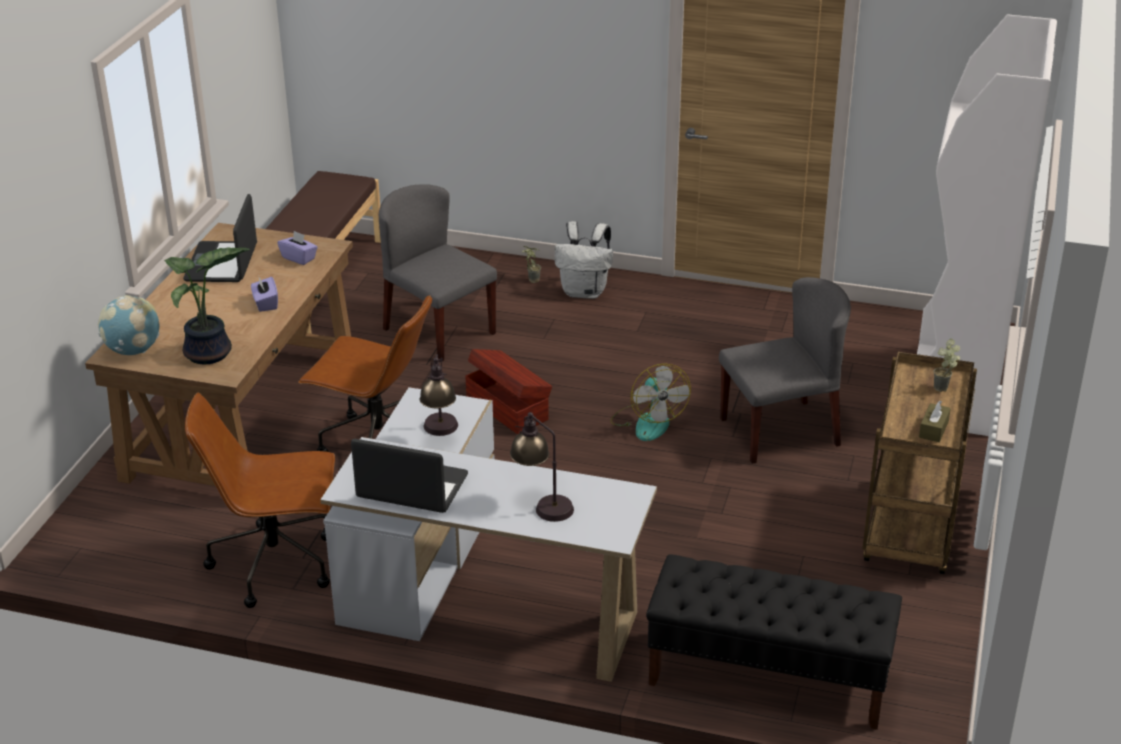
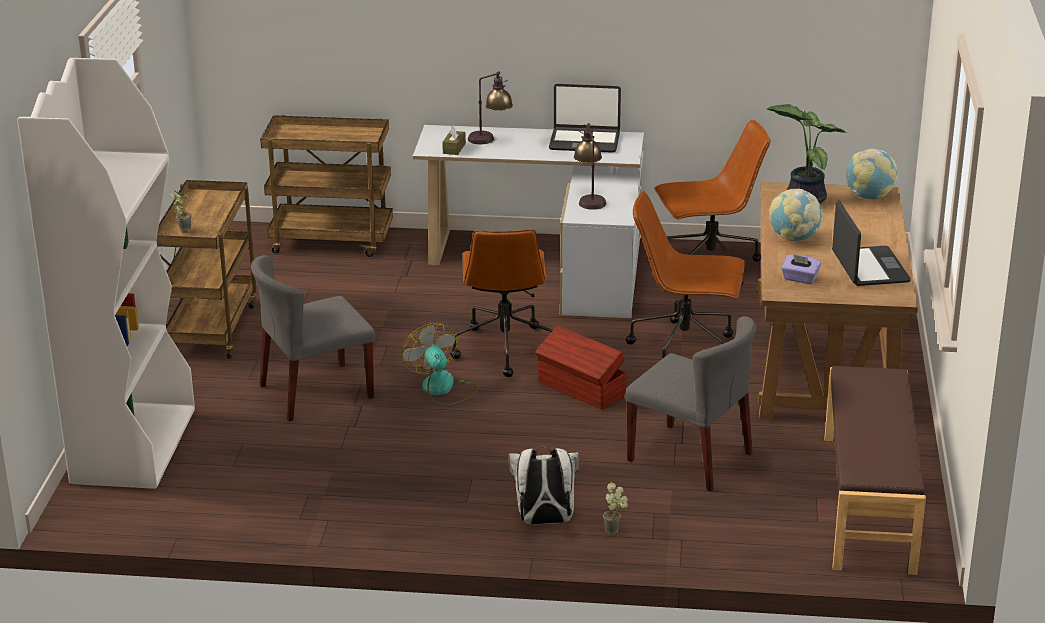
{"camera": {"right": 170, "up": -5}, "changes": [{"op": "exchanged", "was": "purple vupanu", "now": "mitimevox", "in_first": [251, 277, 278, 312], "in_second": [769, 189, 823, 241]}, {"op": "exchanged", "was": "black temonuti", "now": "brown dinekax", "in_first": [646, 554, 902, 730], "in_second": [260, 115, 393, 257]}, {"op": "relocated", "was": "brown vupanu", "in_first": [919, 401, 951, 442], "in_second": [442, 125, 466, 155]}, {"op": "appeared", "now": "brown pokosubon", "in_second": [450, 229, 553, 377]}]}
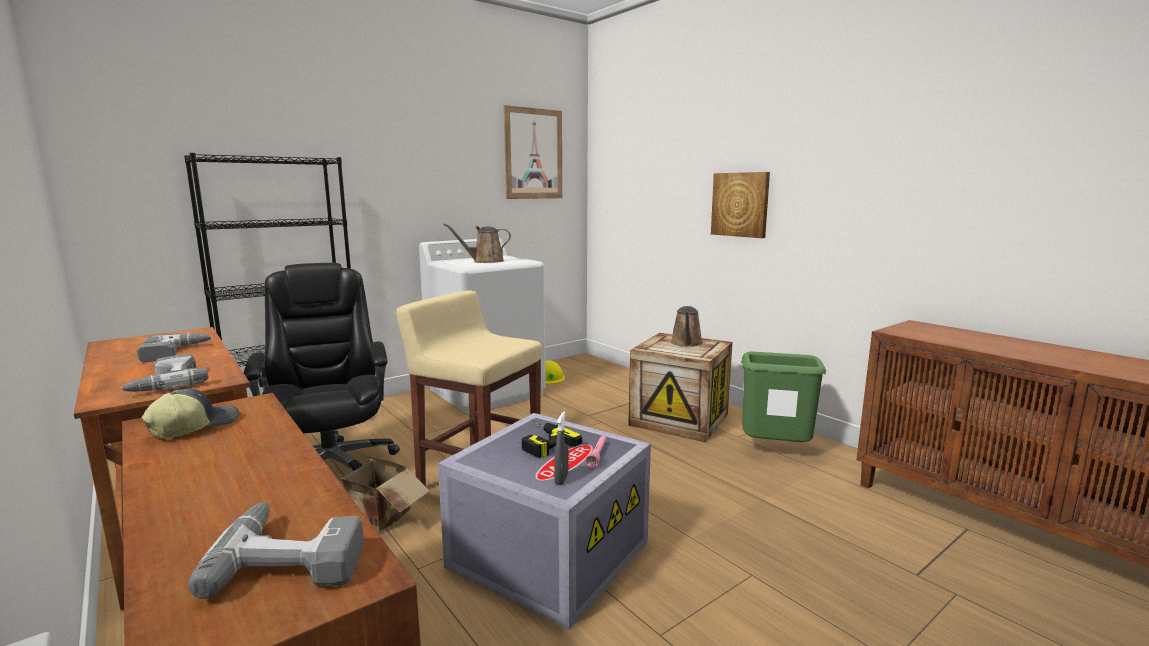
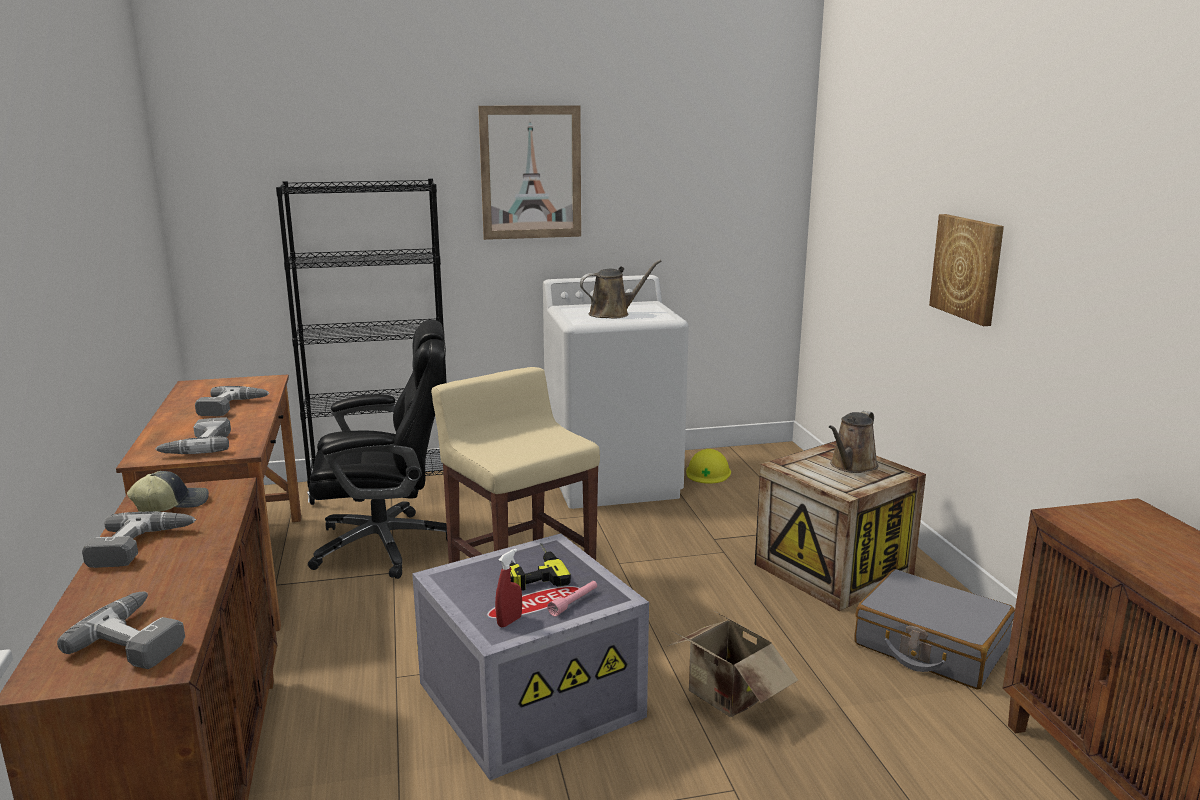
{"camera": {"right": 25, "up": 5}, "changes": [{"op": "spun", "was": "black pokosubon", "in_first": [244, 263, 400, 471], "in_second": [308, 320, 448, 579], "clockwise": 75}, {"op": "relocated", "was": "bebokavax", "in_first": [336, 453, 430, 532], "in_second": [668, 612, 798, 717]}, {"op": "spun", "was": "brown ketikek", "in_first": [443, 223, 511, 263], "in_second": [580, 260, 661, 318], "clockwise": 150}, {"op": "relocated", "was": "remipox", "in_first": [503, 105, 562, 199], "in_second": [478, 105, 581, 240]}, {"op": "colour", "was": "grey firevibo", "now": "red firevibo", "in_first": [554, 412, 569, 485], "in_second": [495, 549, 522, 627]}, {"op": "exchanged", "was": "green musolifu", "now": "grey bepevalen", "in_first": [741, 352, 826, 442], "in_second": [854, 569, 1015, 690]}, {"op": "appeared", "now": "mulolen", "in_second": [82, 511, 196, 568]}]}
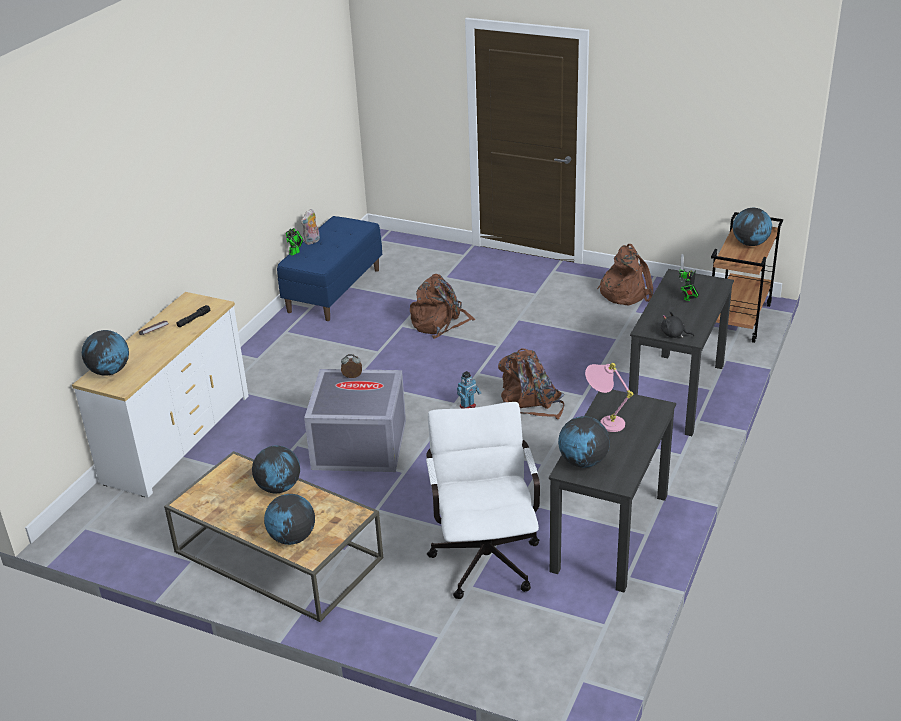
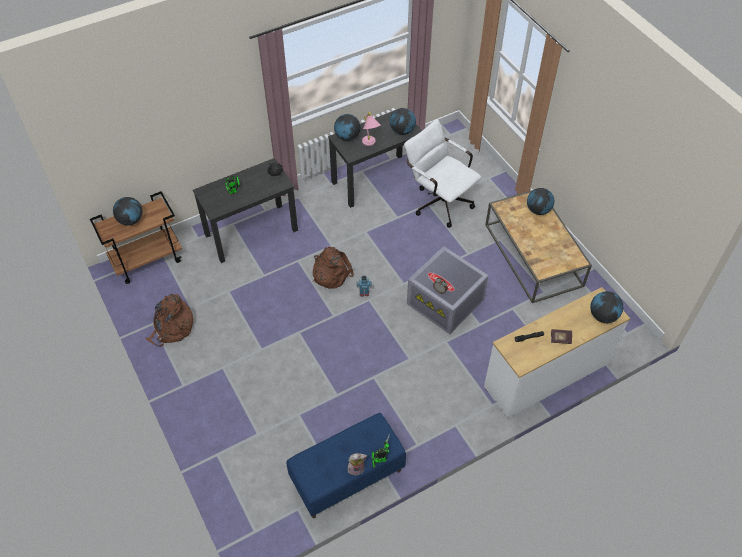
{"camera": {"right": -145, "up": 20}, "changes": [{"op": "relocated", "was": "mitimevox", "in_first": [252, 446, 300, 493], "in_second": [334, 114, 361, 141]}, {"op": "missing", "was": "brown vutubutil", "in_first": [410, 274, 476, 339]}, {"op": "spun", "was": "white pokosubon", "in_first": [426, 402, 540, 599], "in_second": [404, 119, 481, 228], "clockwise": 105}]}
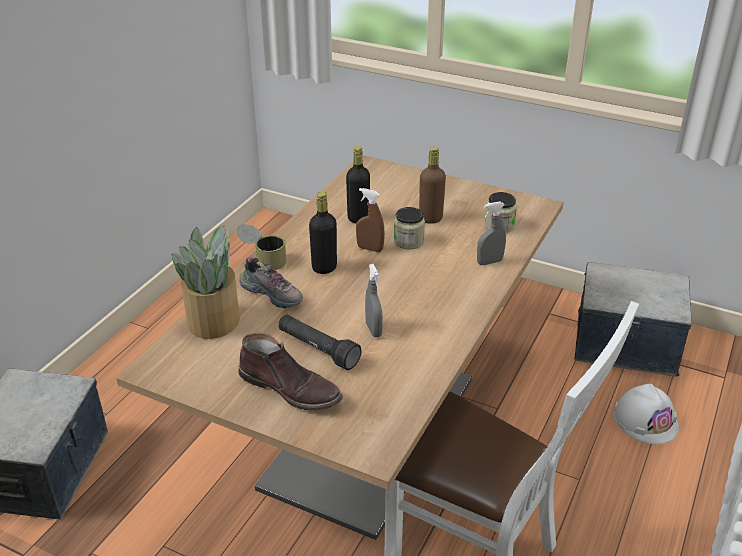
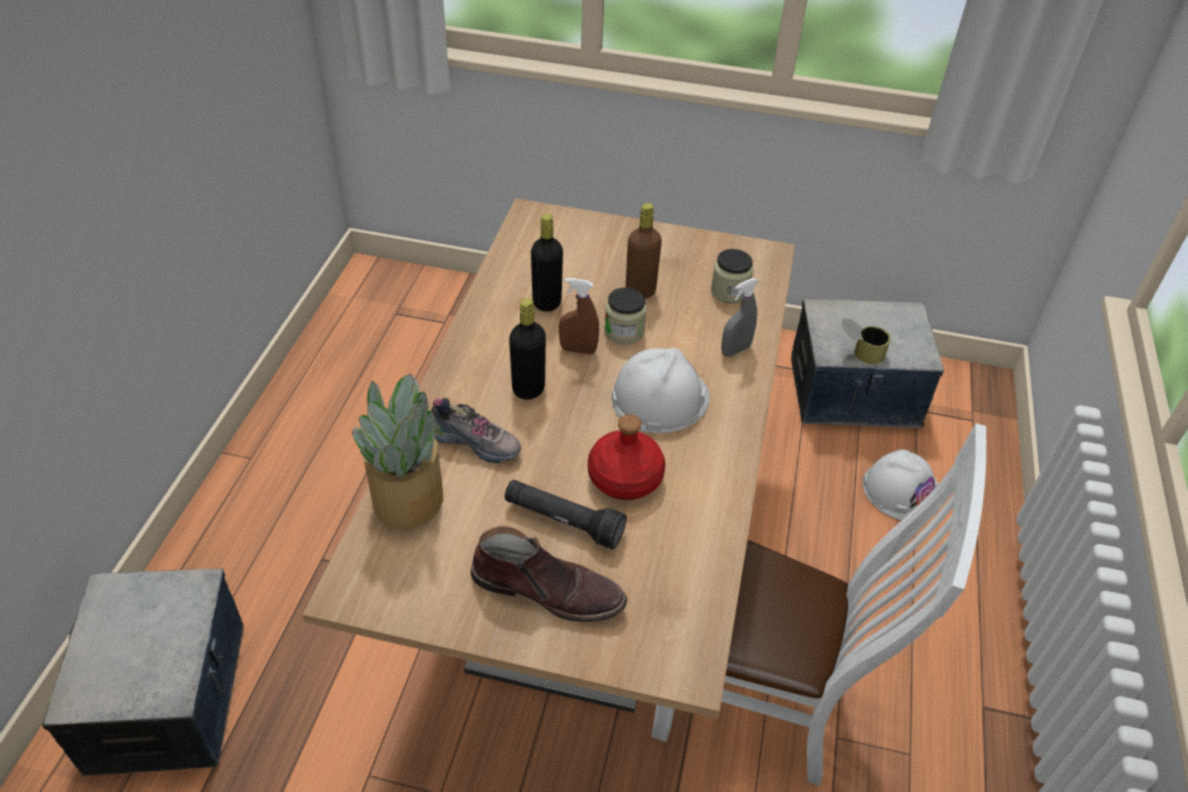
{"camera": {"right": -15, "up": 10}, "changes": [{"op": "relocated", "was": "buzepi", "in_first": [236, 224, 287, 270], "in_second": [842, 319, 891, 364]}, {"op": "exchanged", "was": "grey firevibo", "now": "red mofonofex", "in_first": [365, 264, 383, 337], "in_second": [588, 414, 666, 500]}, {"op": "appeared", "now": "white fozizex", "in_second": [612, 348, 710, 433]}]}
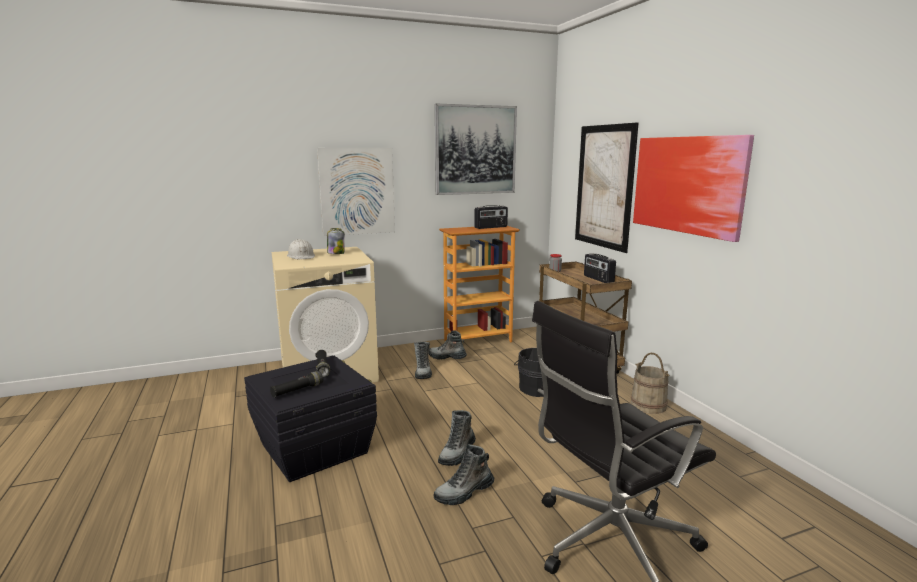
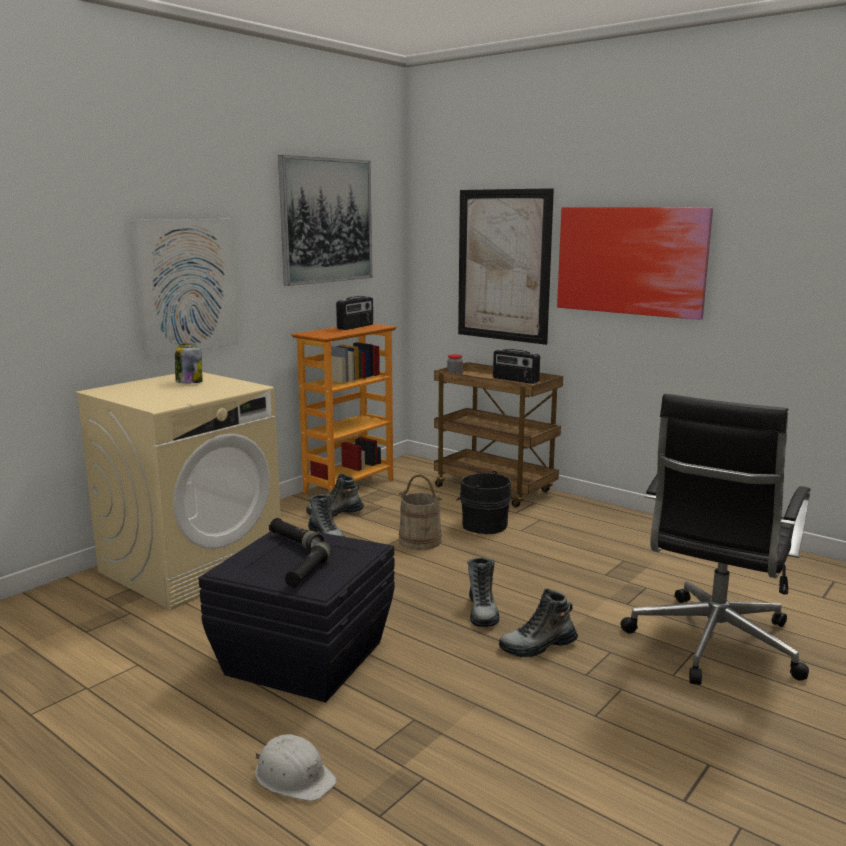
{"camera": {"right": -30, "up": 0}, "changes": [{"op": "relocated", "was": "white fozizex", "in_first": [287, 239, 315, 259], "in_second": [255, 734, 337, 801]}, {"op": "spun", "was": "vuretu", "in_first": [433, 444, 494, 505], "in_second": [499, 589, 578, 657], "clockwise": 45}, {"op": "relocated", "was": "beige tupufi", "in_first": [630, 353, 670, 414], "in_second": [399, 474, 442, 550]}]}
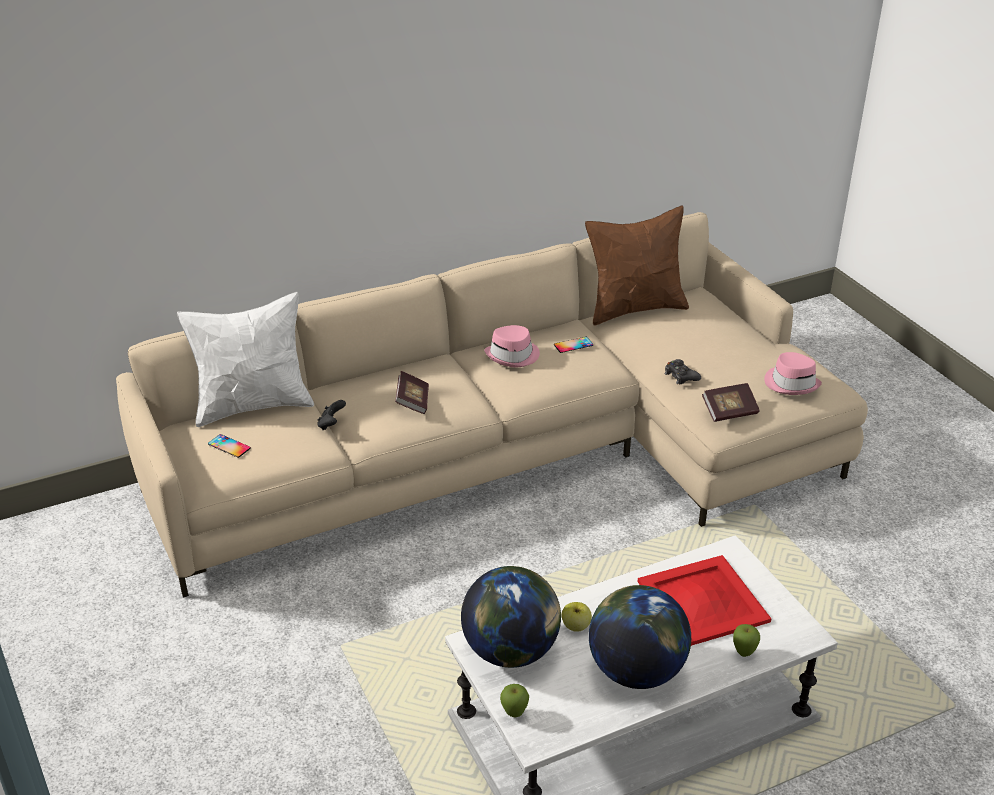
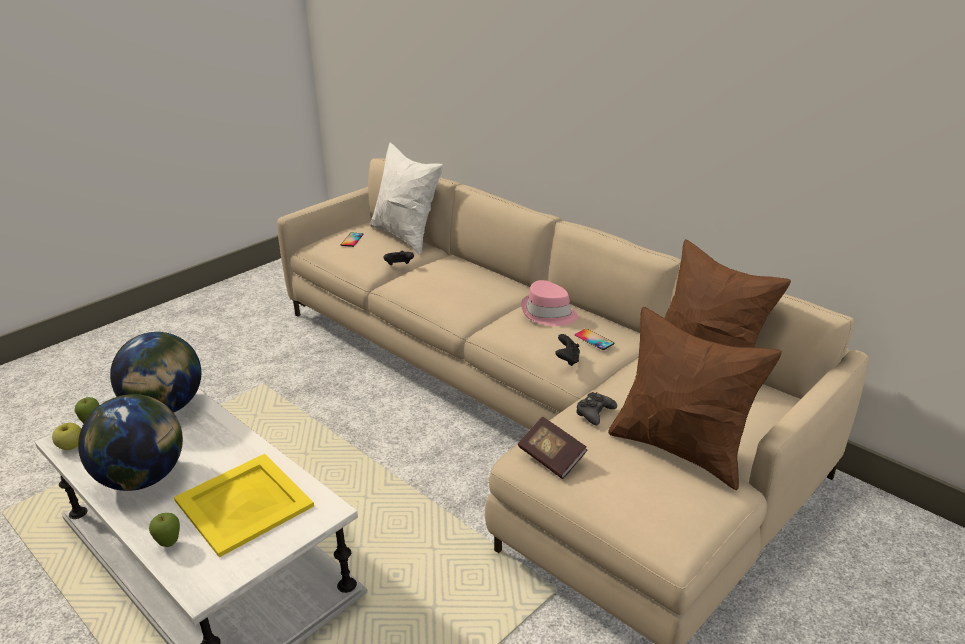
{"camera": {"right": 70, "up": -5}, "changes": [{"op": "missing", "was": "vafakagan", "in_first": [395, 371, 429, 414]}, {"op": "relocated", "was": "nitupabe", "in_first": [561, 602, 592, 632], "in_second": [52, 423, 81, 450]}, {"op": "colour", "was": "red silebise", "now": "yellow silebise", "in_first": [638, 555, 772, 646], "in_second": [174, 454, 314, 558]}, {"op": "missing", "was": "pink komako", "in_first": [764, 352, 822, 395]}, {"op": "appeared", "now": "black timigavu", "in_second": [555, 334, 580, 366]}, {"op": "appeared", "now": "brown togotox", "in_second": [608, 307, 782, 490]}]}
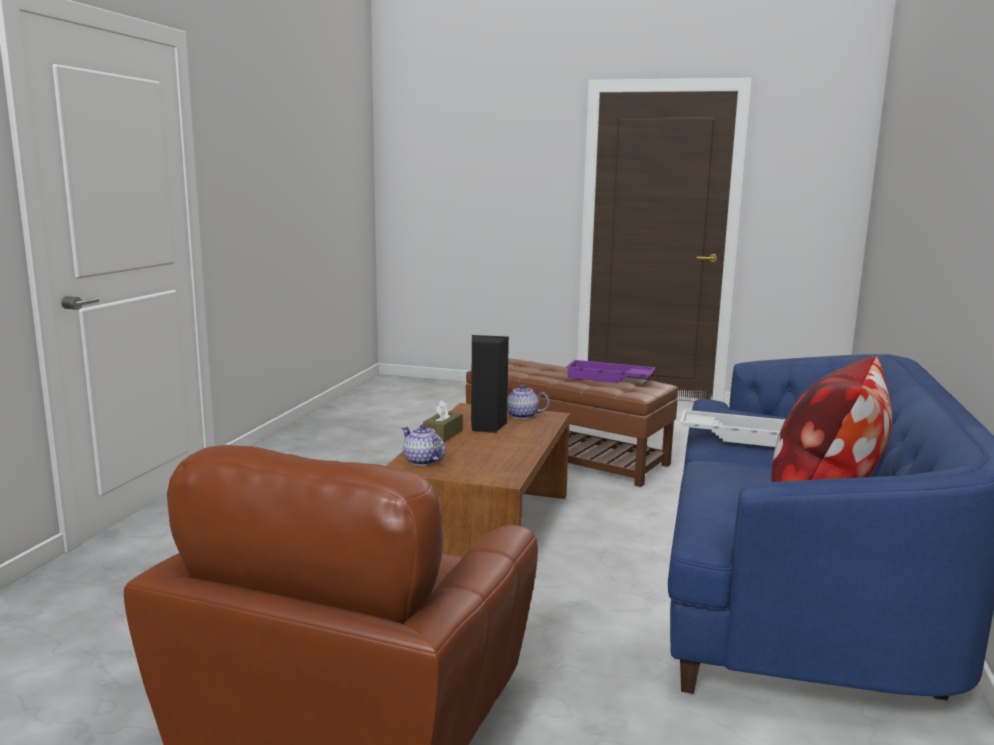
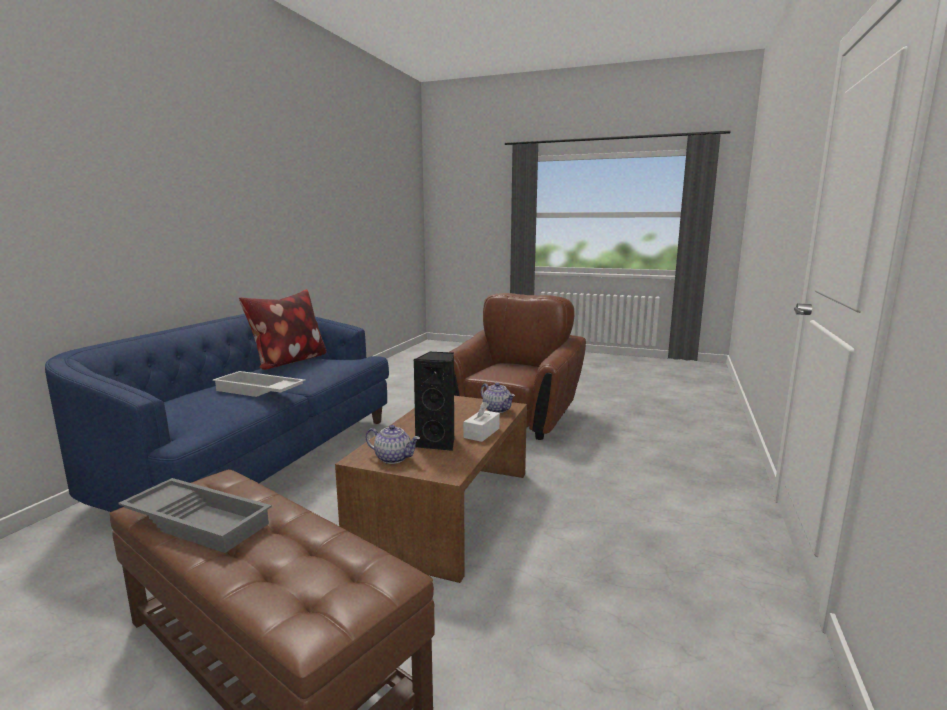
{"camera": {"right": -175, "up": 0}, "changes": [{"op": "colour", "was": "brown vupanu", "now": "white vupanu", "in_first": [423, 400, 463, 442], "in_second": [463, 401, 500, 442]}, {"op": "colour", "was": "purple silebise", "now": "grey silebise", "in_first": [566, 360, 656, 383], "in_second": [118, 478, 272, 553]}]}
